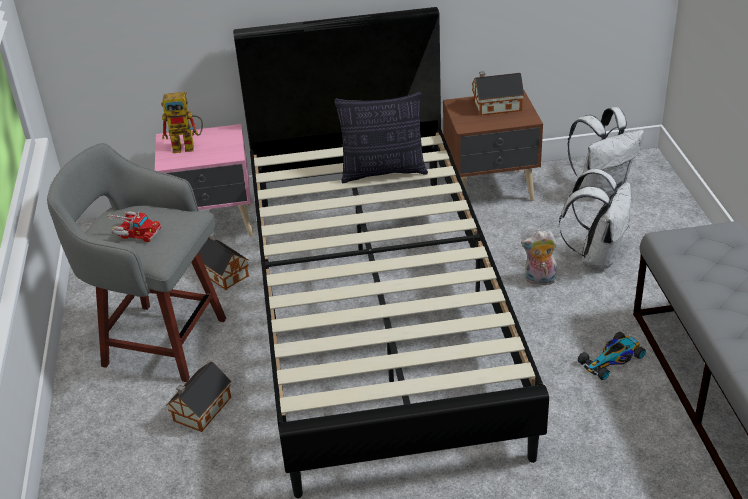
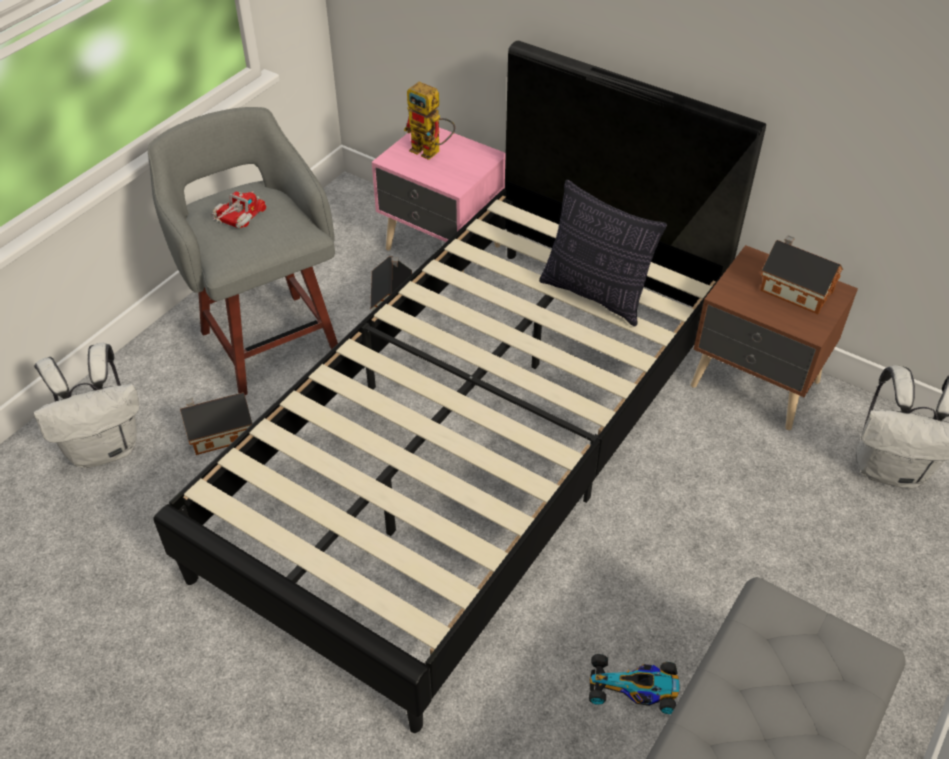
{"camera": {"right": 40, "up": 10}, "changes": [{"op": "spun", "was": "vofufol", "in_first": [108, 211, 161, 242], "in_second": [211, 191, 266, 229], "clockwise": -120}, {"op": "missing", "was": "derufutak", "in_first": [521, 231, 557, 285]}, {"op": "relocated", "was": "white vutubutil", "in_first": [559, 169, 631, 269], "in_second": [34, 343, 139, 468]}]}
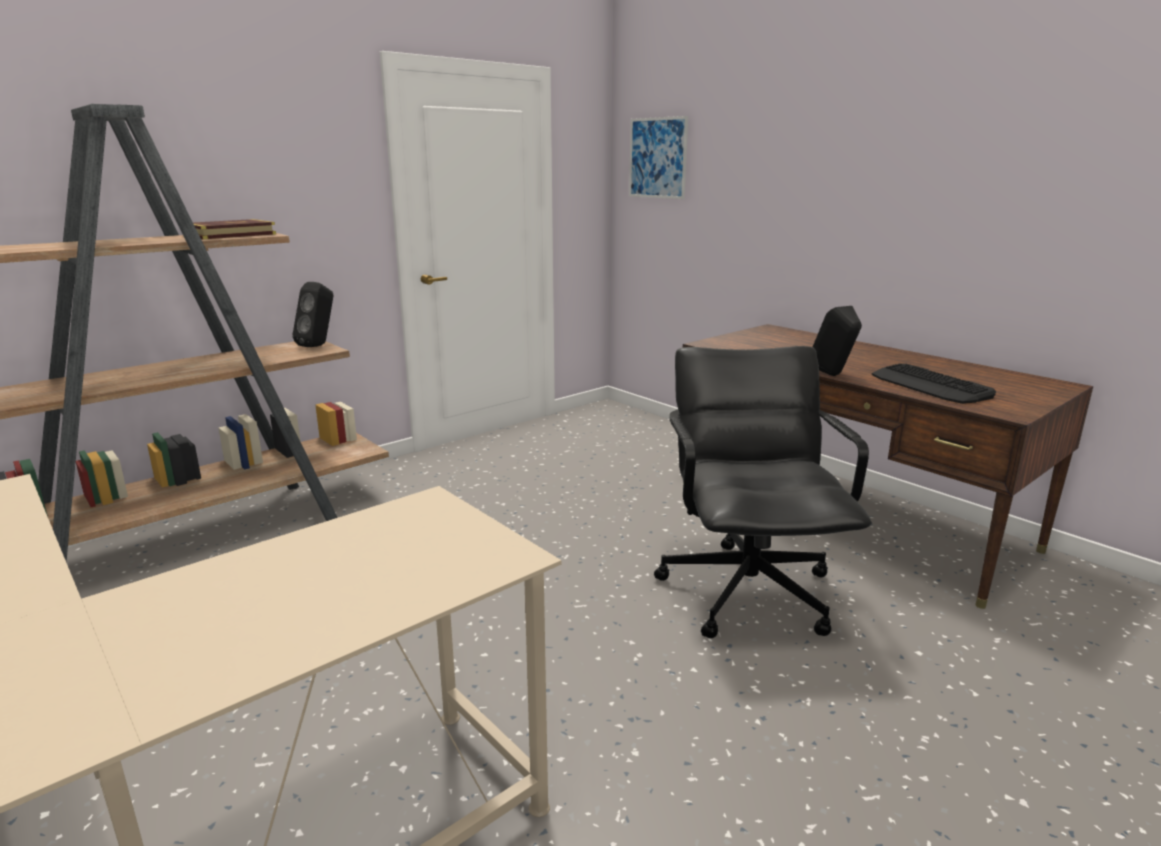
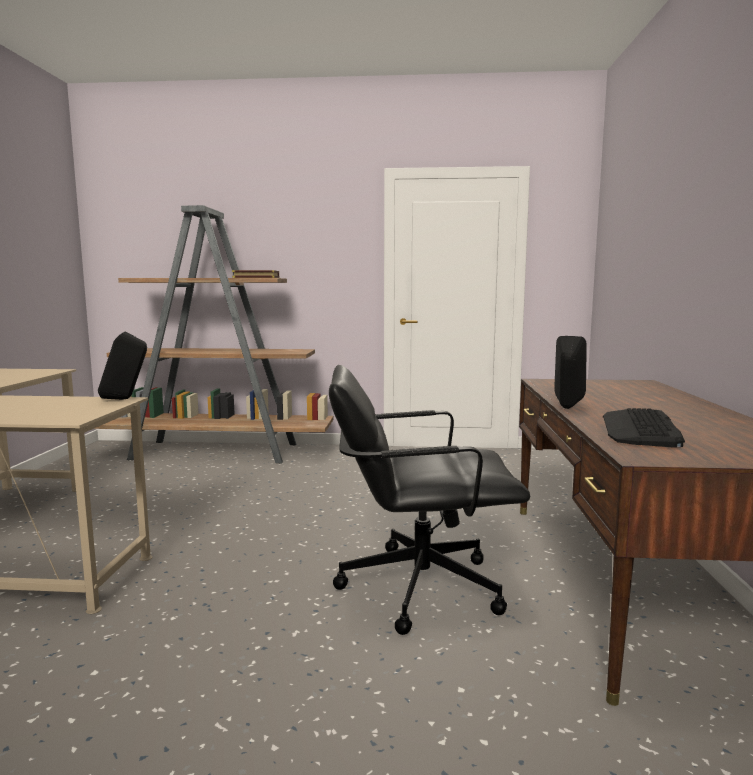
{"camera": {"right": 45, "up": -10}, "changes": [{"op": "relocated", "was": "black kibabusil", "in_first": [292, 282, 333, 347], "in_second": [98, 331, 147, 400]}, {"op": "missing", "was": "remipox", "in_first": [629, 116, 688, 199]}, {"op": "spun", "was": "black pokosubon", "in_first": [654, 346, 872, 638], "in_second": [329, 365, 530, 635], "clockwise": -135}]}
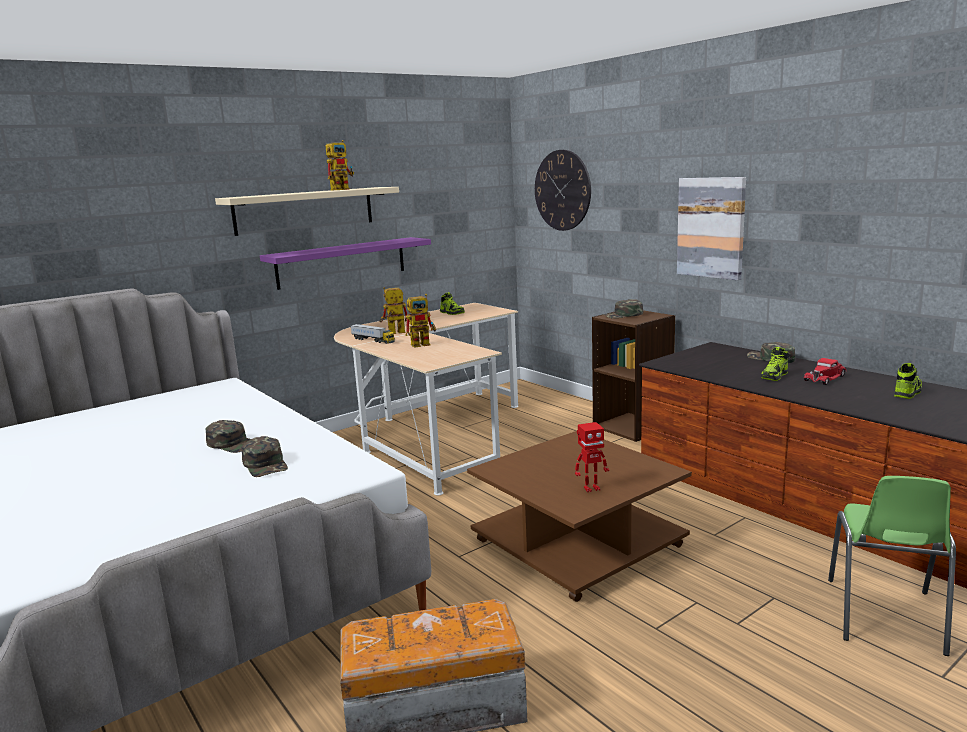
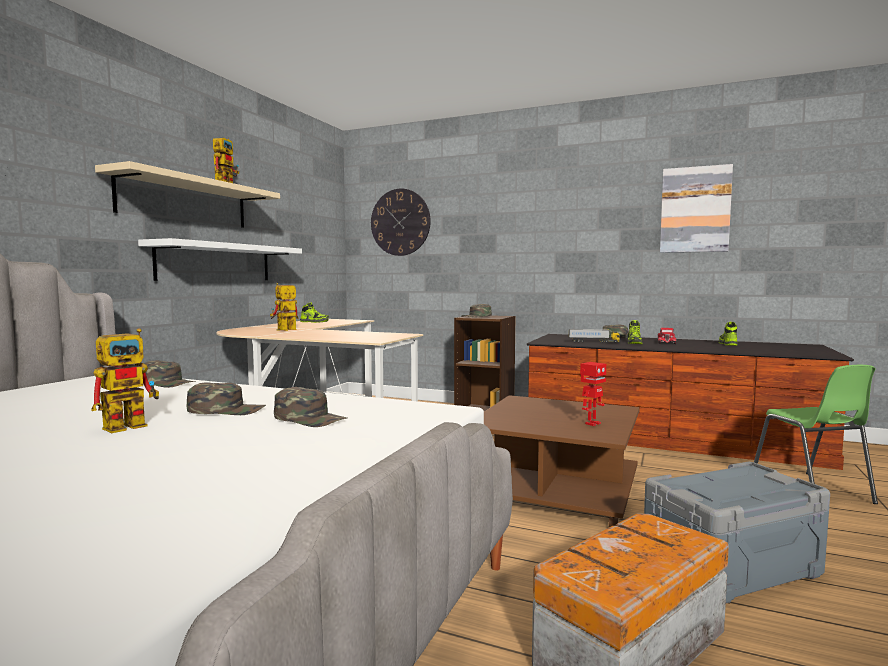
{"camera": {"right": -30, "up": -10}, "changes": [{"op": "colour", "was": "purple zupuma", "now": "white zupuma", "in_first": [260, 237, 431, 290], "in_second": [138, 238, 302, 281]}, {"op": "relocated", "was": "vofufol", "in_first": [351, 324, 395, 344], "in_second": [569, 329, 620, 343]}, {"op": "relocated", "was": "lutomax", "in_first": [405, 294, 436, 348], "in_second": [91, 328, 159, 433]}, {"op": "relocated", "was": "remipox", "in_first": [677, 177, 746, 280], "in_second": [660, 164, 733, 253]}, {"op": "appeared", "now": "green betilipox", "in_second": [144, 360, 195, 388]}, {"op": "appeared", "now": "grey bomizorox", "in_second": [644, 462, 830, 603]}]}
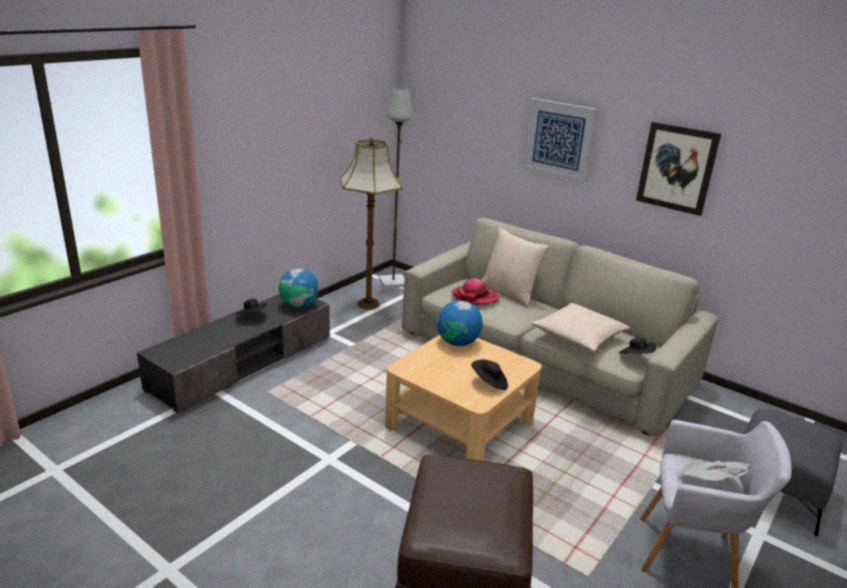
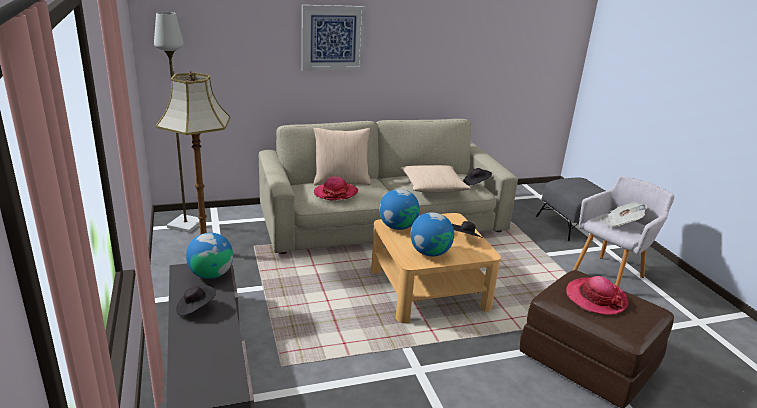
{"camera": {"right": -55, "up": 0}, "changes": [{"op": "missing", "was": "remipox", "in_first": [636, 122, 721, 216]}, {"op": "appeared", "now": "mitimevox", "in_second": [411, 212, 454, 257]}, {"op": "appeared", "now": "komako", "in_second": [566, 276, 628, 315]}]}
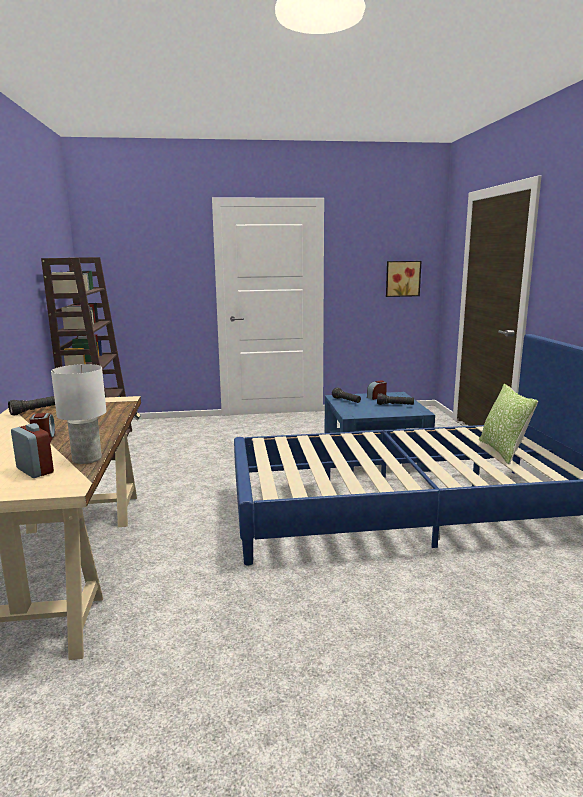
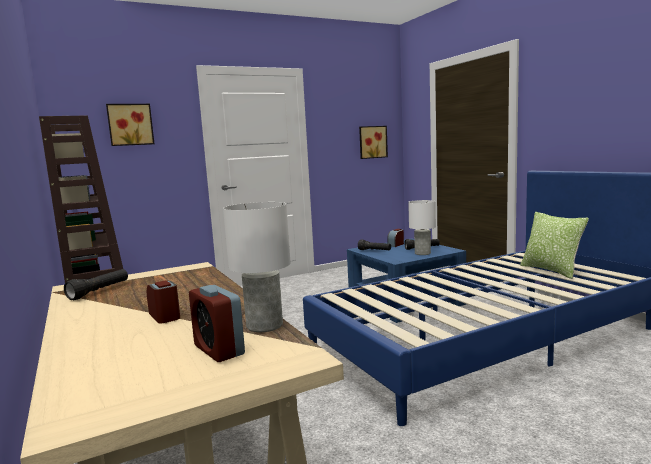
{"camera": {"right": -20, "up": -5}, "changes": [{"op": "spun", "was": "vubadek", "in_first": [11, 423, 54, 478], "in_second": [189, 285, 245, 362], "clockwise": -150}, {"op": "appeared", "now": "remipox", "in_second": [106, 104, 154, 146]}, {"op": "appeared", "now": "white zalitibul", "in_second": [408, 200, 436, 255]}]}
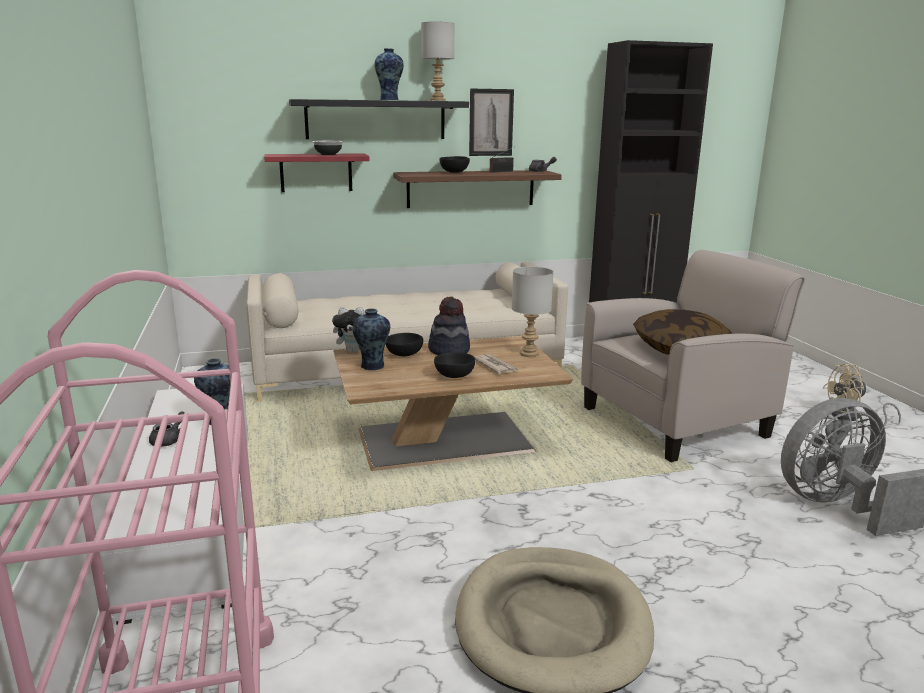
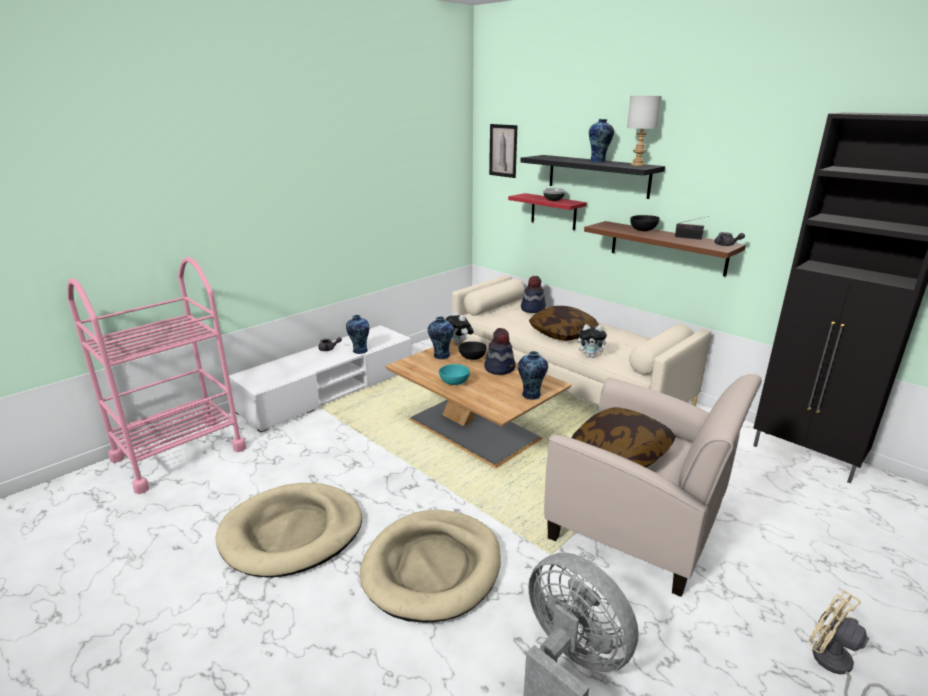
{"camera": {"right": 60, "up": 5}, "changes": [{"op": "colour", "was": "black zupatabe", "now": "turquoise zupatabe", "in_first": [434, 352, 475, 378], "in_second": [439, 364, 470, 385]}, {"op": "relocated", "was": "remipox", "in_first": [469, 89, 514, 156], "in_second": [489, 124, 518, 178]}, {"op": "missing", "was": "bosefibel", "in_first": [475, 354, 518, 374]}, {"op": "exchanged", "was": "grey zalitibul", "now": "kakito", "in_first": [512, 266, 554, 357], "in_second": [518, 351, 548, 400]}, {"op": "appeared", "now": "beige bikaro", "in_second": [360, 510, 501, 622]}, {"op": "appeared", "now": "komako", "in_second": [521, 276, 546, 313]}, {"op": "appeared", "now": "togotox", "in_second": [529, 306, 599, 341]}, {"op": "appeared", "now": "derufutak", "in_second": [577, 324, 610, 358]}]}
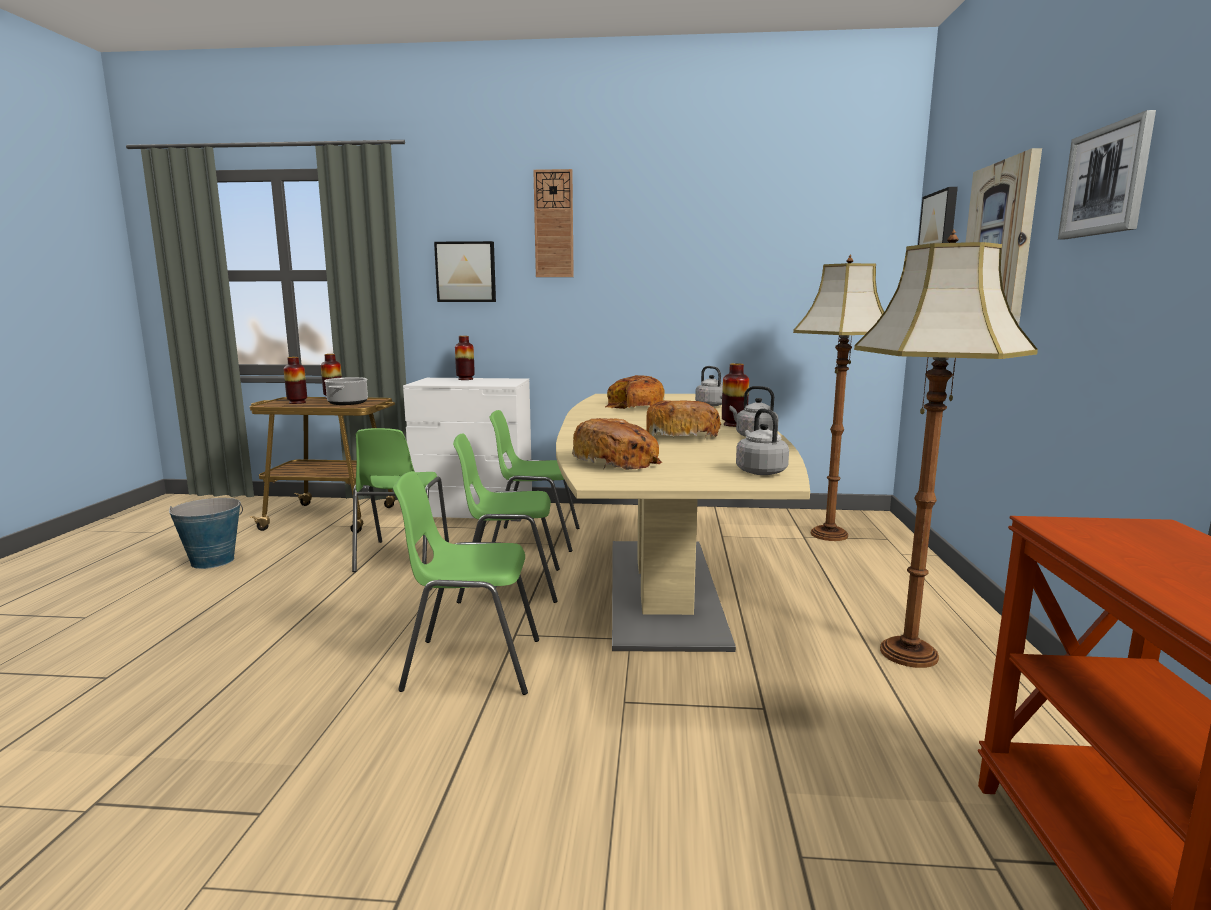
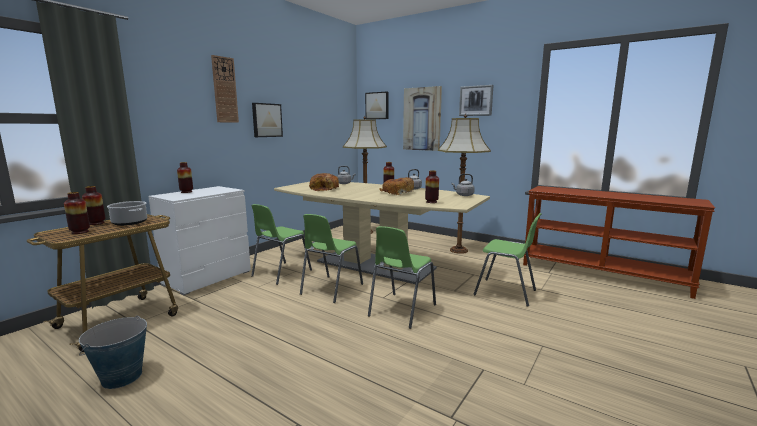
{"camera": {"right": -60, "up": 0}, "changes": [{"op": "relocated", "was": "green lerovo", "in_first": [352, 428, 449, 572], "in_second": [474, 213, 541, 307]}, {"op": "relocated", "was": "remipox", "in_first": [434, 241, 496, 302], "in_second": [252, 103, 283, 137]}, {"op": "exchanged", "was": "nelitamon", "now": "kakito", "in_first": [572, 418, 663, 470], "in_second": [425, 170, 439, 203]}]}
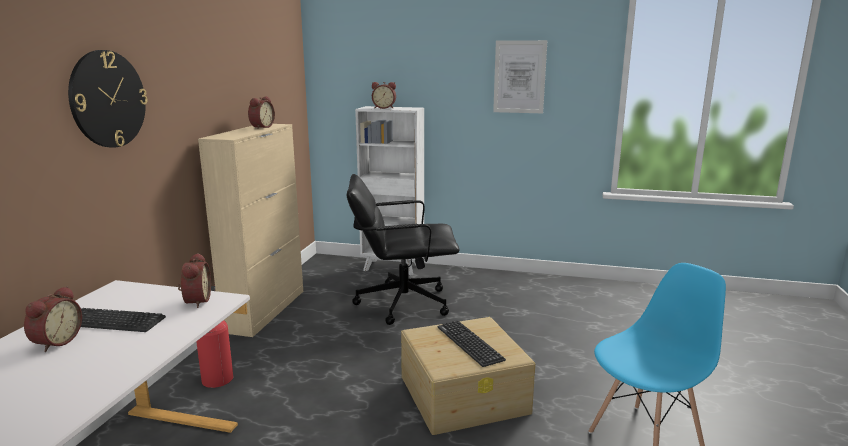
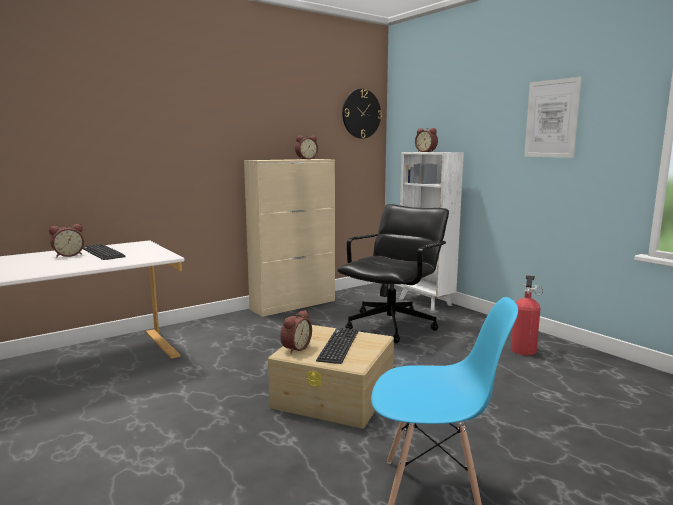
{"camera": {"right": 40, "up": -5}, "changes": [{"op": "relocated", "was": "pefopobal", "in_first": [68, 50, 148, 148], "in_second": [342, 89, 382, 139]}, {"op": "relocated", "was": "vubadek", "in_first": [178, 253, 211, 308], "in_second": [280, 310, 312, 354]}, {"op": "relocated", "was": "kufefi", "in_first": [196, 286, 233, 388], "in_second": [511, 275, 543, 356]}, {"op": "spun", "was": "black pokosubon", "in_first": [347, 174, 459, 325], "in_second": [337, 204, 449, 343], "clockwise": 90}]}
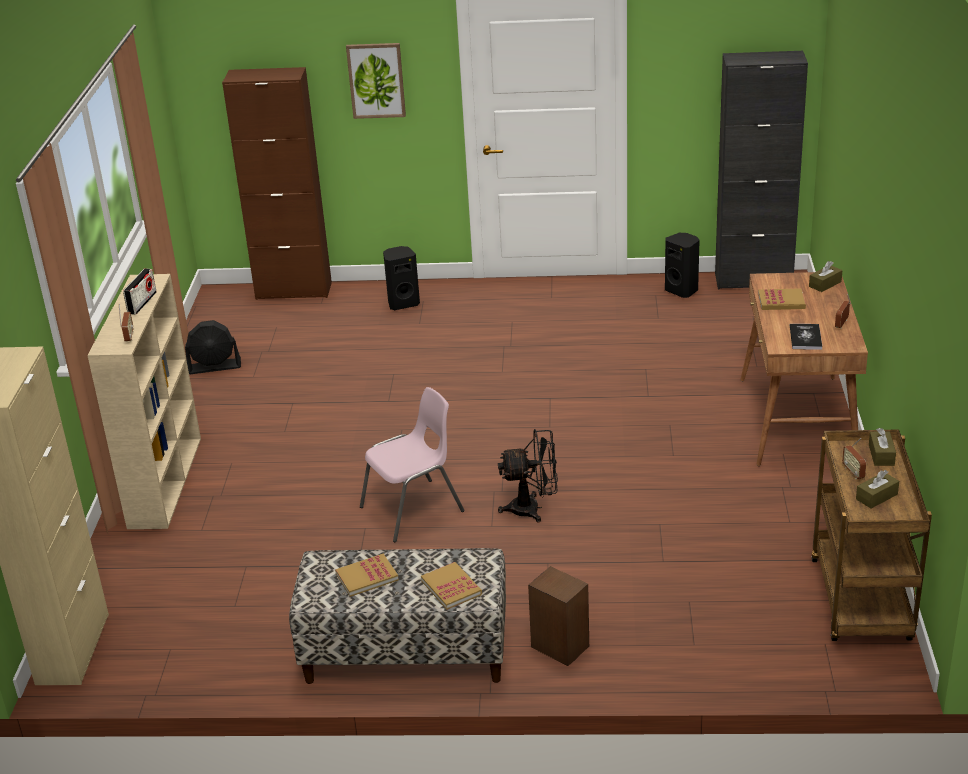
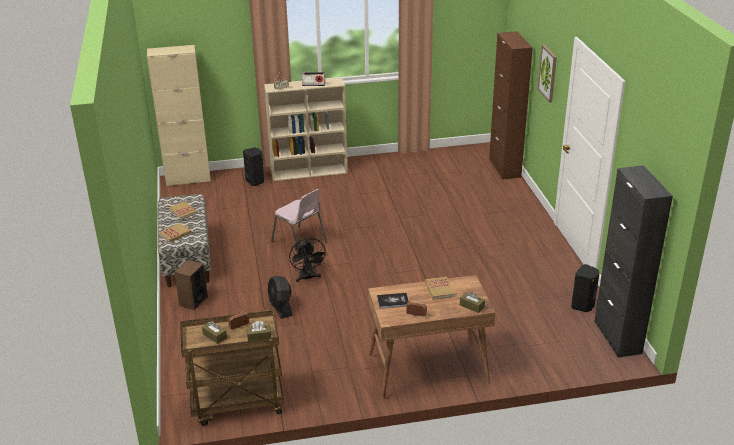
{"camera": {"right": 75, "up": 0}, "changes": [{"op": "relocated", "was": "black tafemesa", "in_first": [185, 320, 241, 374], "in_second": [268, 276, 293, 319]}, {"op": "relocated", "was": "black kibabusil", "in_first": [383, 246, 420, 310], "in_second": [243, 147, 264, 186]}]}
